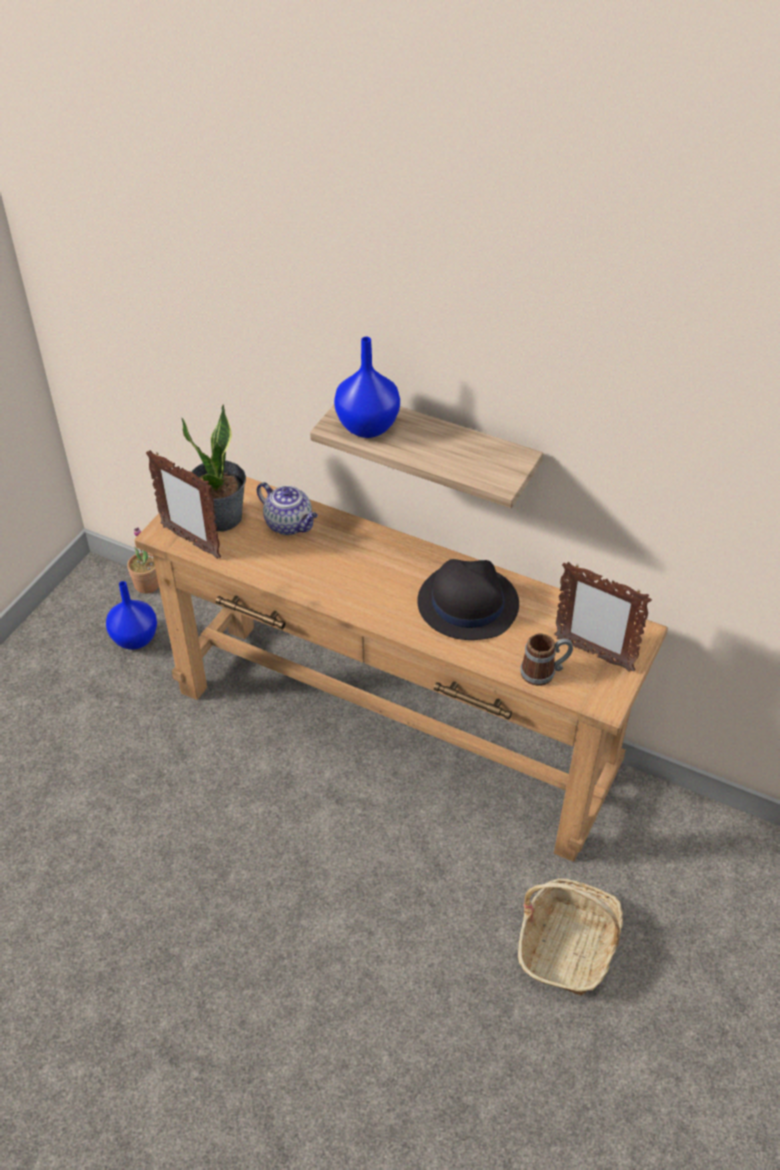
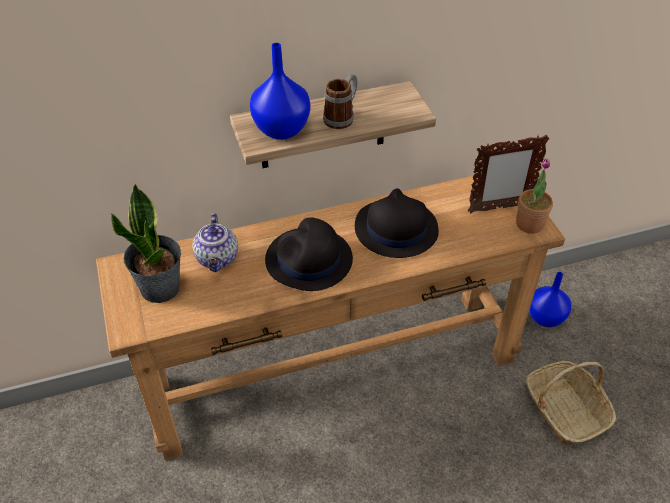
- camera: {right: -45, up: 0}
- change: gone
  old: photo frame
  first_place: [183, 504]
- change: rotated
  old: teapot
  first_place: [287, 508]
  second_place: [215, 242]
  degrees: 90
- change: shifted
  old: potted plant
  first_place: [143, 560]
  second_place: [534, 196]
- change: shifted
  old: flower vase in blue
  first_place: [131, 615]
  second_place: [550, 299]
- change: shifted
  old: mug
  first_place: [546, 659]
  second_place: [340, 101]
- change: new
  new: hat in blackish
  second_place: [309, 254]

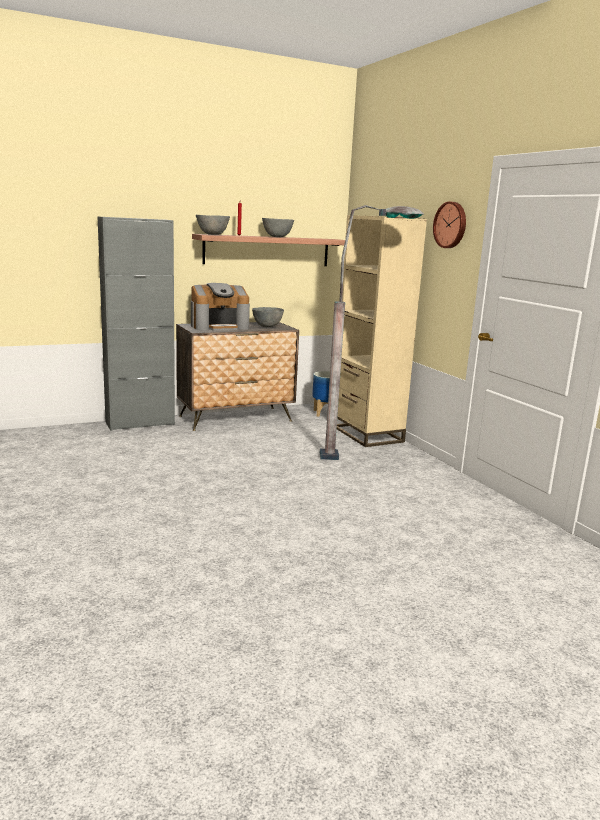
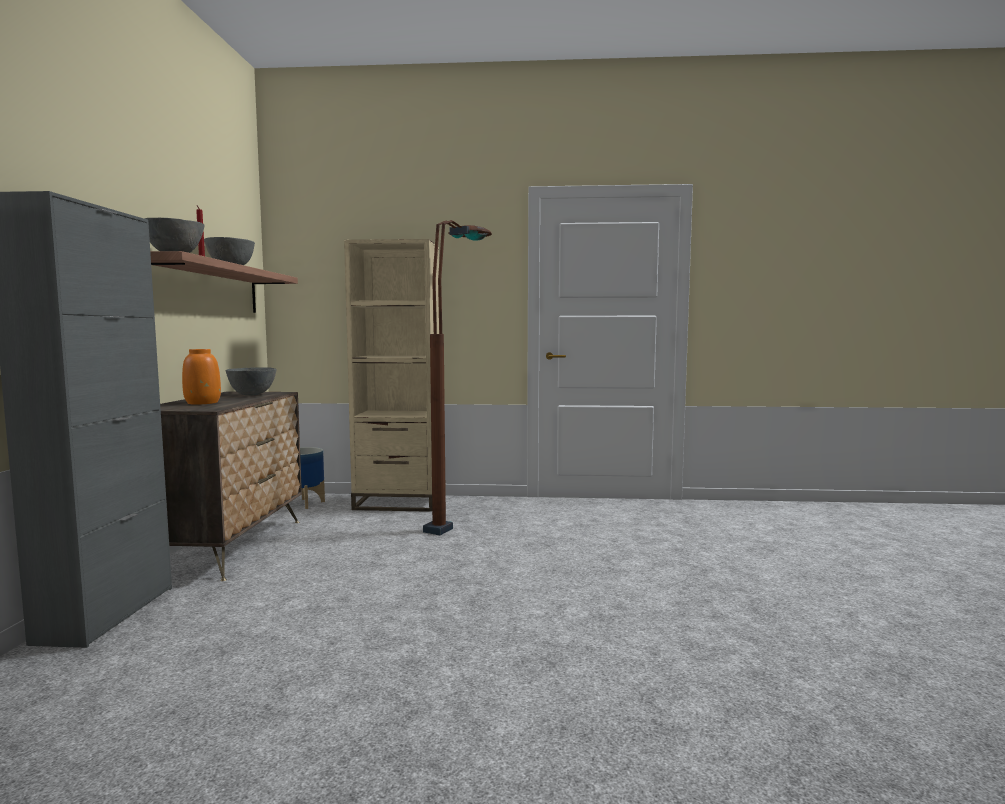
- camera: {right: -60, up: -10}
- change: gone
  old: wall clock
  first_place: [449, 224]
- change: repainted
  old: standing lamp in grey
  new: standing lamp in brownish
  first_place: [372, 332]
  second_place: [457, 378]
- change: swapped
  old: coffee maker
  new: flower vase in orange
  first_place: [220, 307]
  second_place: [201, 377]

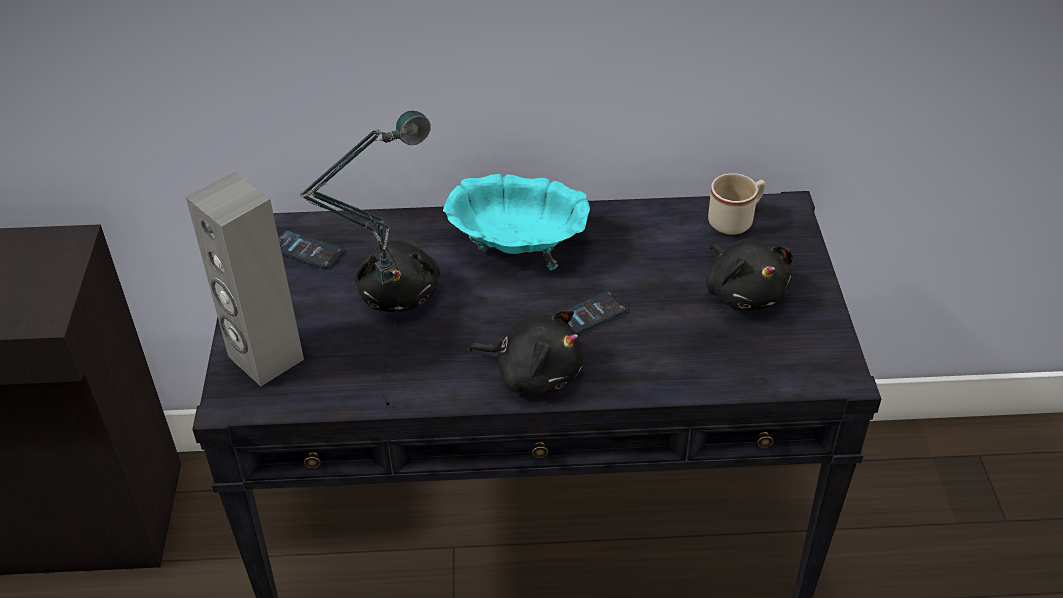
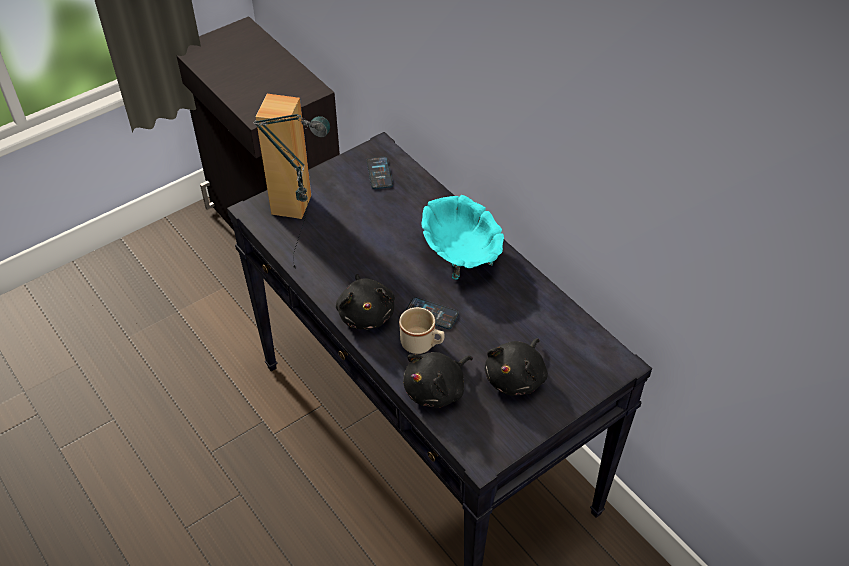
- camera: {right: 55, up: 5}
- change: repainted
  old: audio speaker in grey
  new: audio speaker in brownish
  first_place: [245, 279]
  second_place: [283, 156]
- change: shifted
  old: mug in beige
  first_place: [736, 204]
  second_place: [422, 330]
- change: shifted
  old: soft toy in blackish
  first_place: [397, 276]
  second_place: [438, 380]

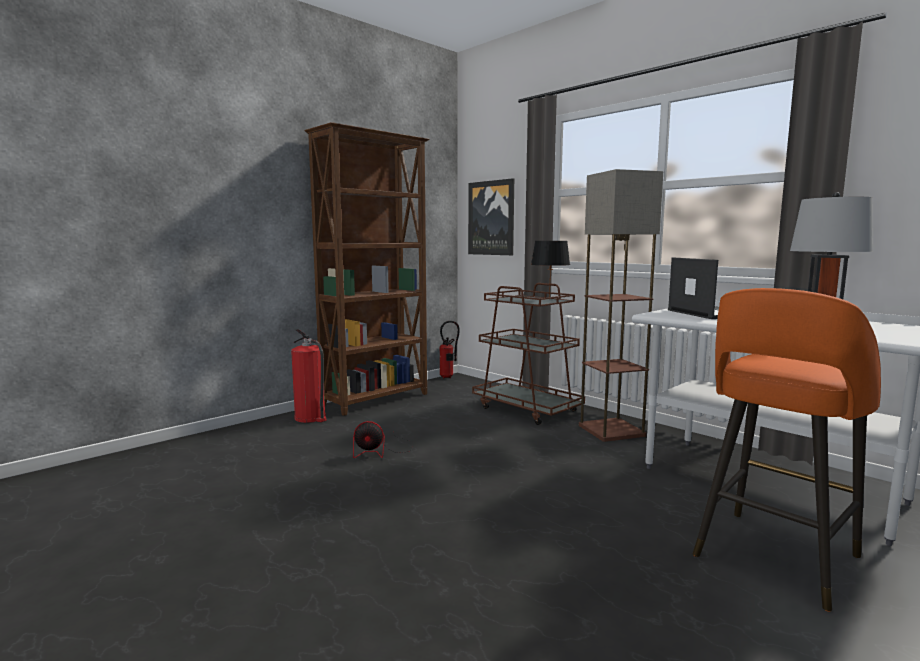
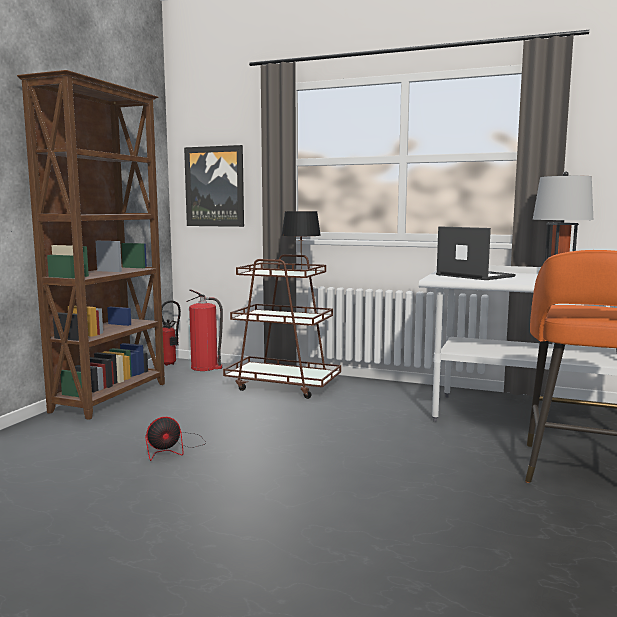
- camera: {right: -25, up: 0}
- change: gone
  old: standing lamp
  first_place: [621, 305]
- change: shifted
  old: fire-fighting cylinder
  first_place: [308, 376]
  second_place: [205, 330]

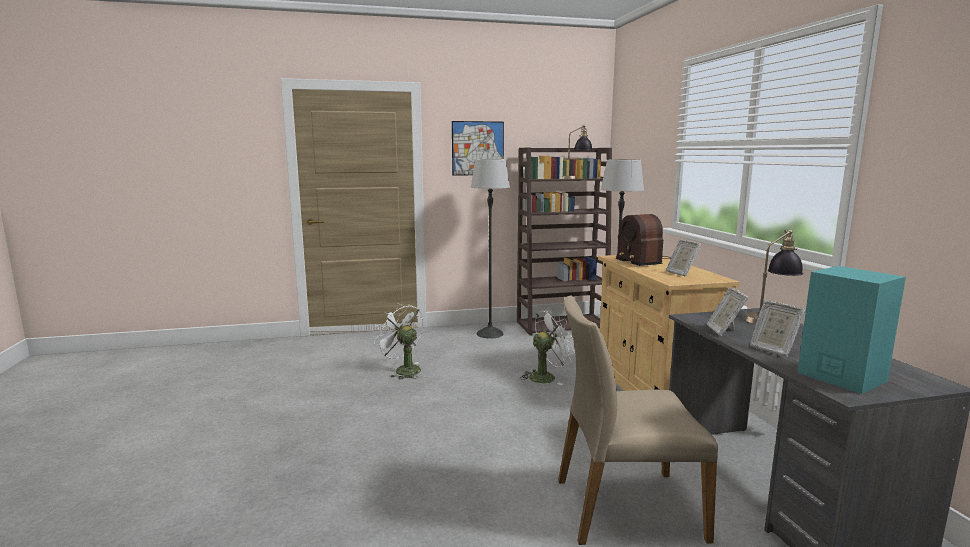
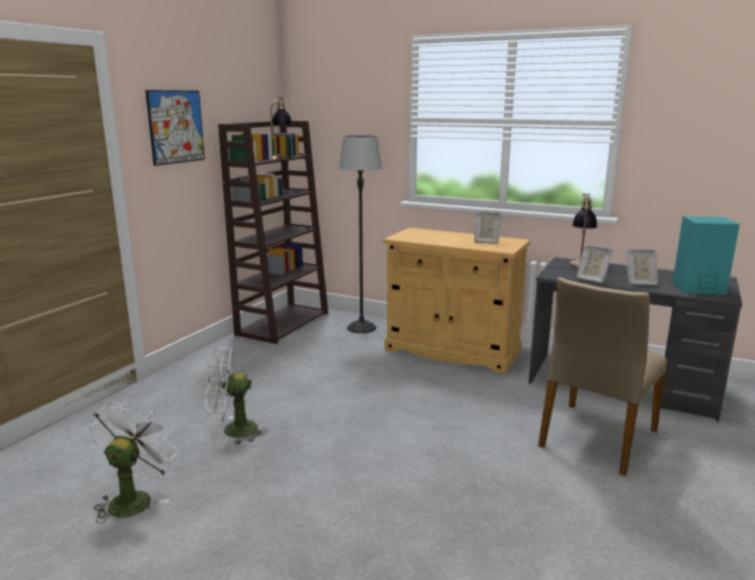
- camera: {right: -50, up: 5}
- change: gone
  old: standing lamp
  first_place: [490, 249]
- change: gone
  old: radio set
  first_place: [643, 240]
- change: shifted
  old: electric fan in whitish
  first_place: [547, 347]
  second_place: [134, 461]

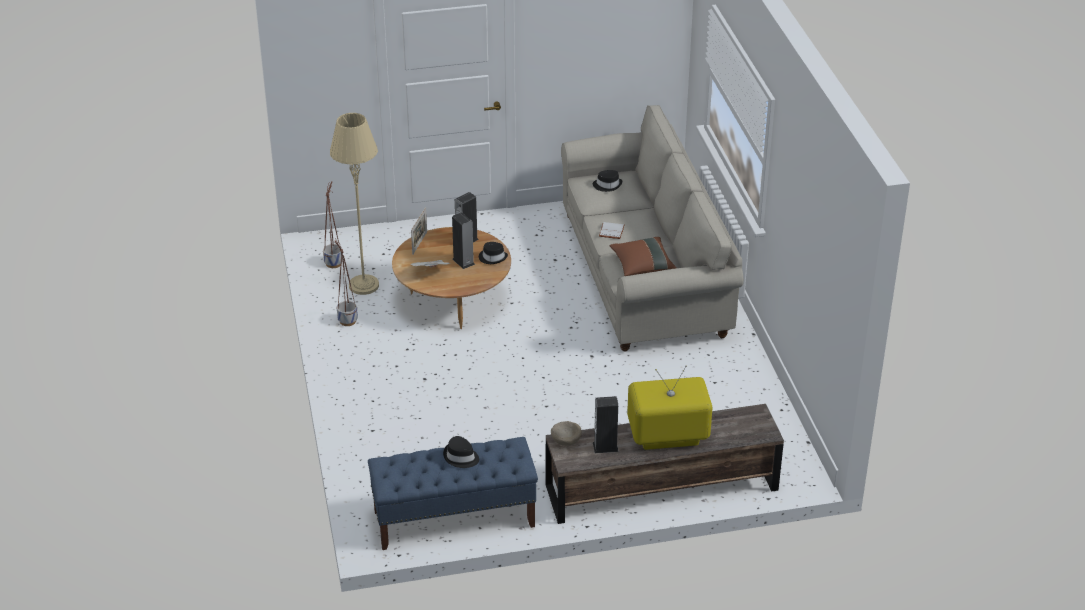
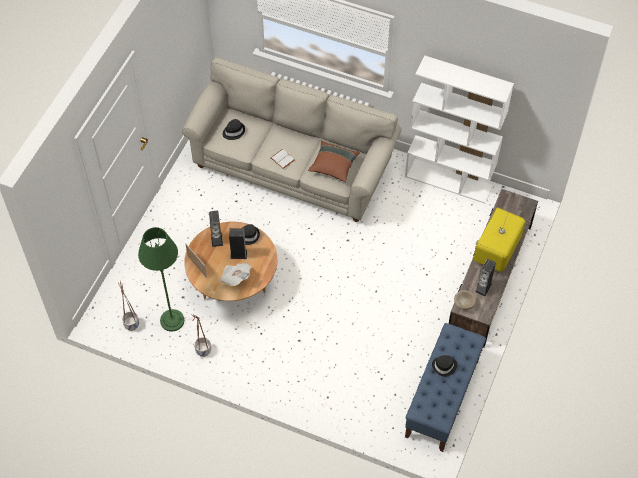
- camera: {right: -55, up: 20}
- change: repainted
  old: standing lamp in beige
  new: standing lamp in greenish
  first_place: [354, 204]
  second_place: [161, 279]
- change: new
  new: shelving unit in whitish
  second_place: [459, 129]

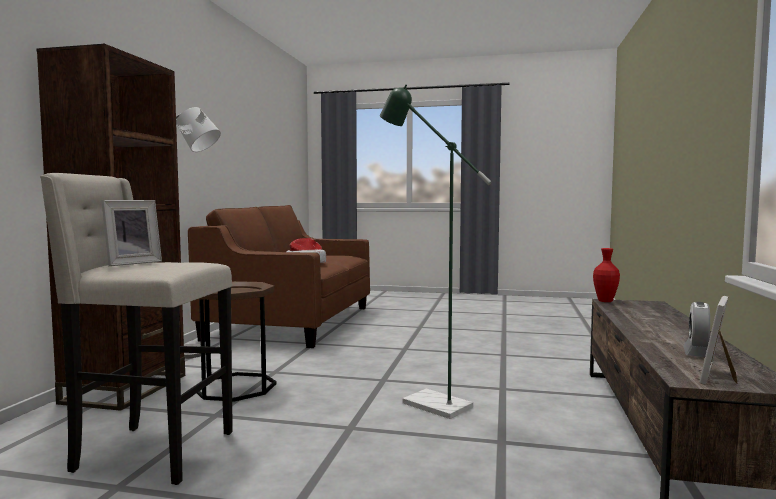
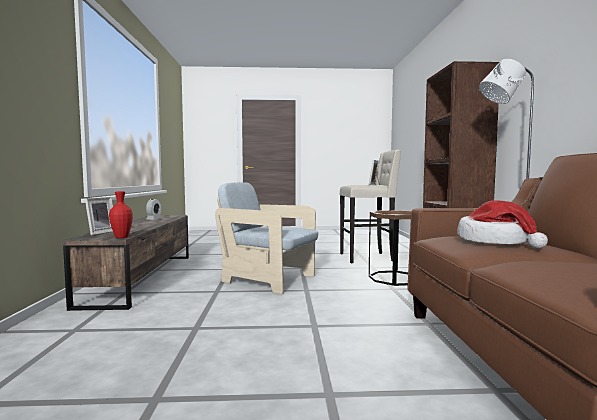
- camera: {right: 165, up: 0}
- change: swapped
  old: standing lamp in greenish
  new: easy chair in beige
  first_place: [436, 251]
  second_place: [266, 238]
- change: shifted
  old: photo frame
  first_place: [718, 340]
  second_place: [99, 216]

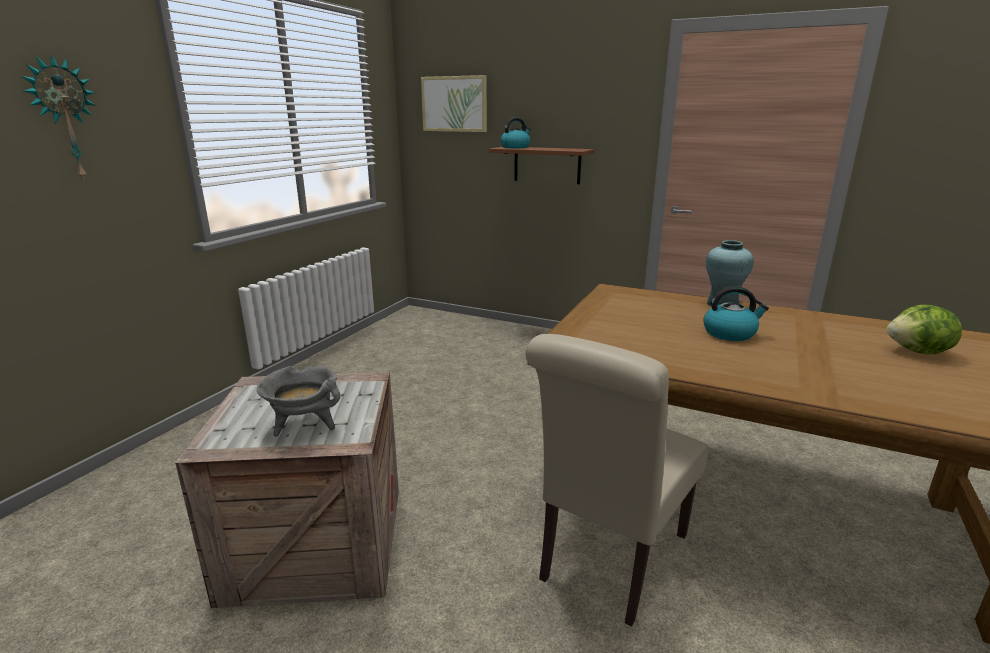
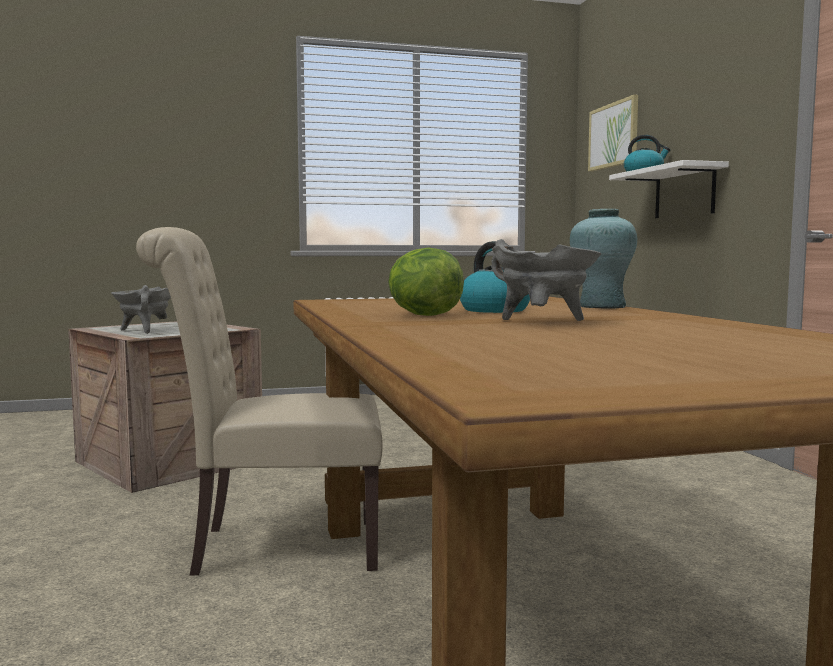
- camera: {right: 50, up: -15}
- change: gone
  old: wall clock
  first_place: [58, 117]
- change: repainted
  old: wall shelf in brownish
  new: wall shelf in whitish
  first_place: [541, 165]
  second_place: [669, 189]
- change: shifted
  old: lettuce head
  first_place: [924, 329]
  second_place: [426, 281]
- change: new
  new: stockpot in grey
  second_place: [546, 280]

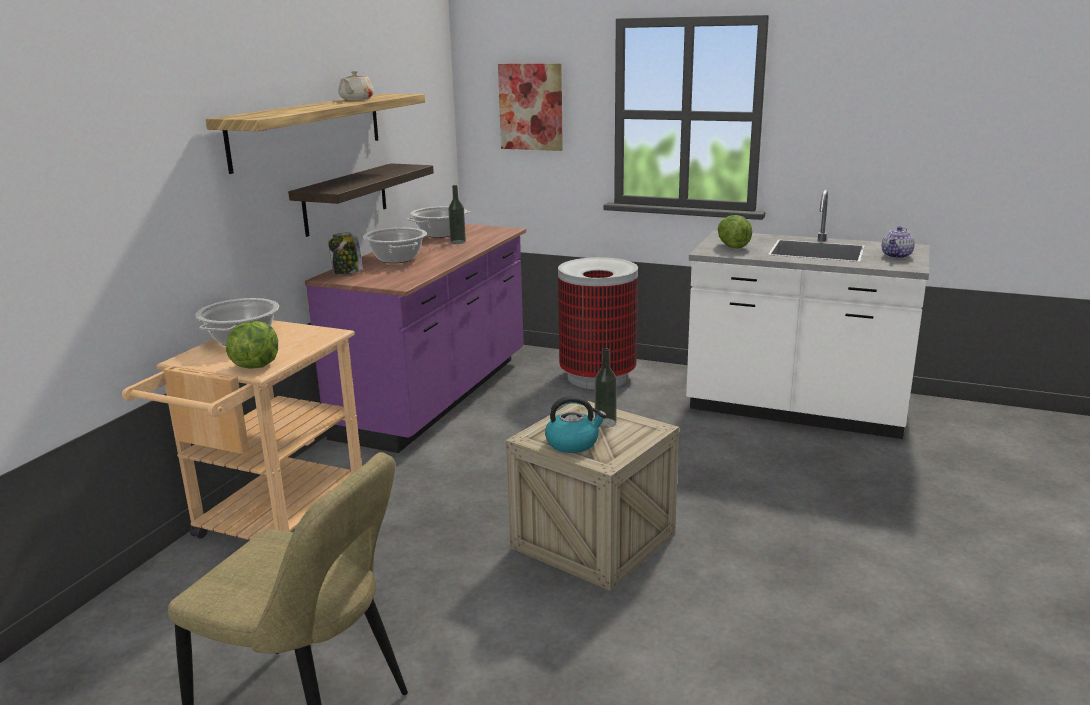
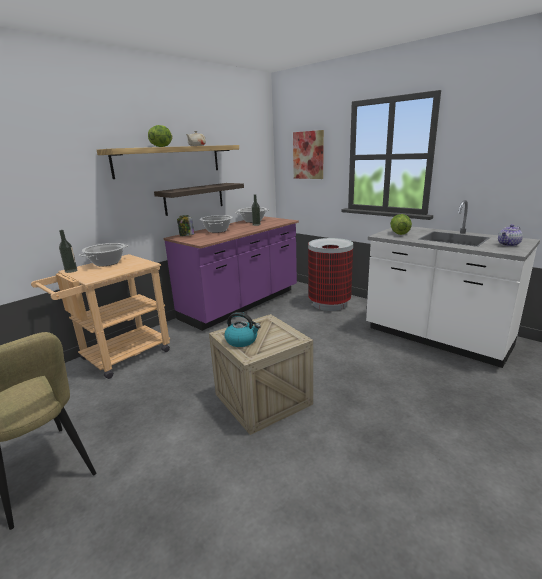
- camera: {right: 20, up: 0}
- change: shifted
  old: lettuce head
  first_place: [252, 345]
  second_place: [160, 136]
- change: shifted
  old: bottle
  first_place: [606, 388]
  second_place: [68, 251]

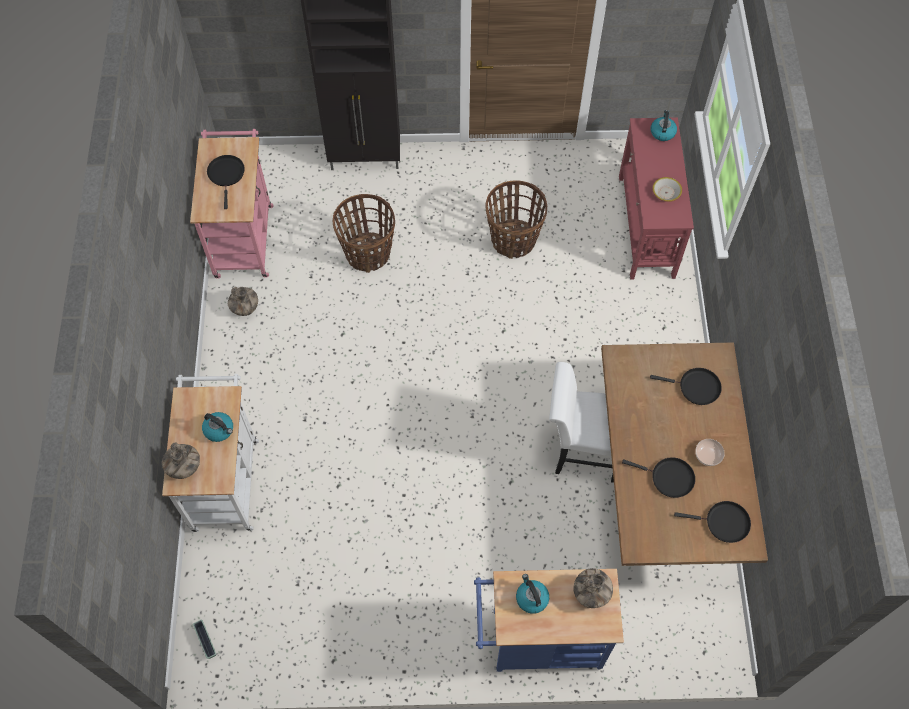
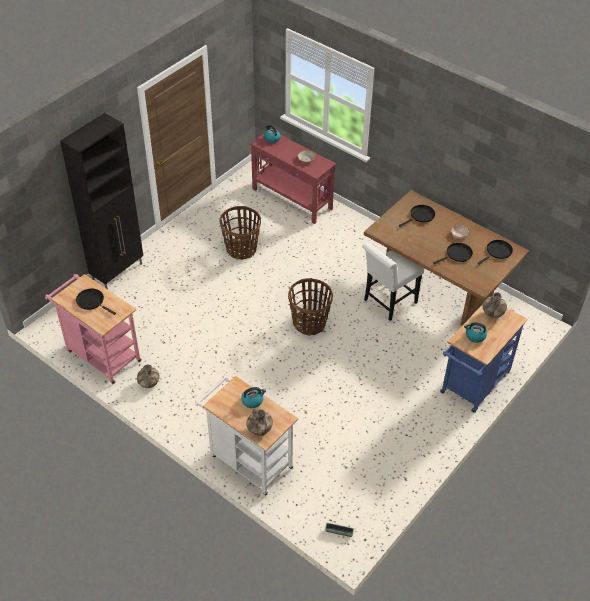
- camera: {right: -50, up: -15}
- change: shifted
  old: storage basket
  first_place: [364, 233]
  second_place: [310, 307]

